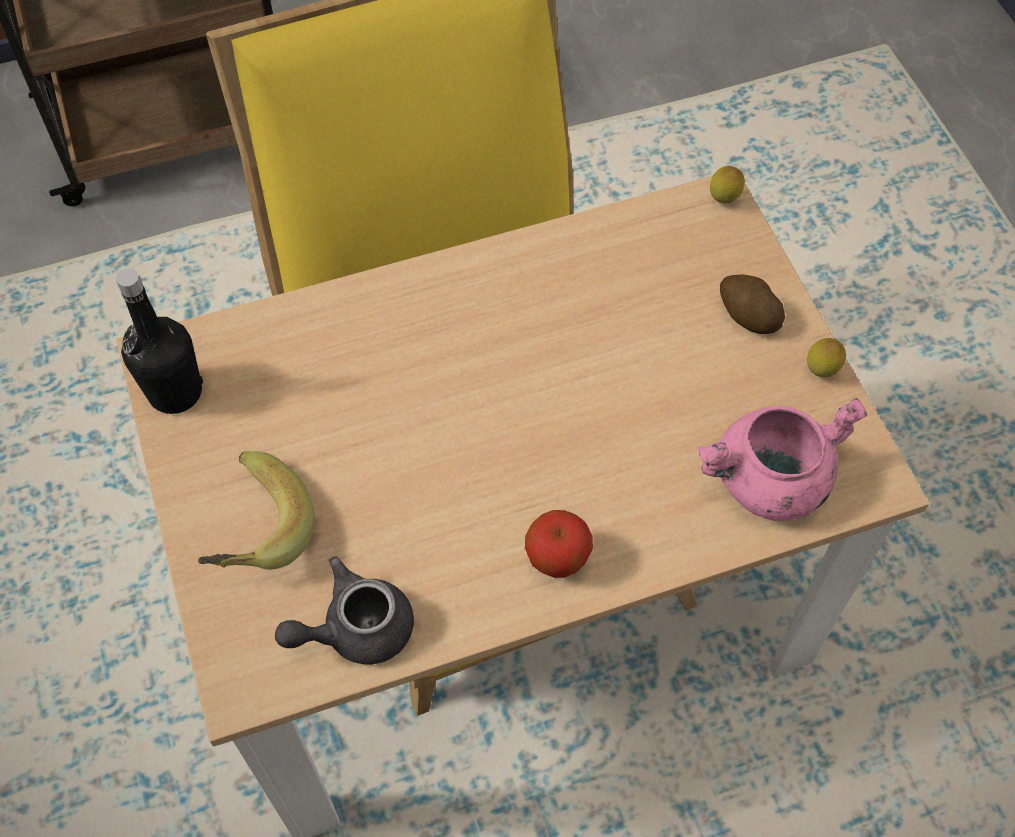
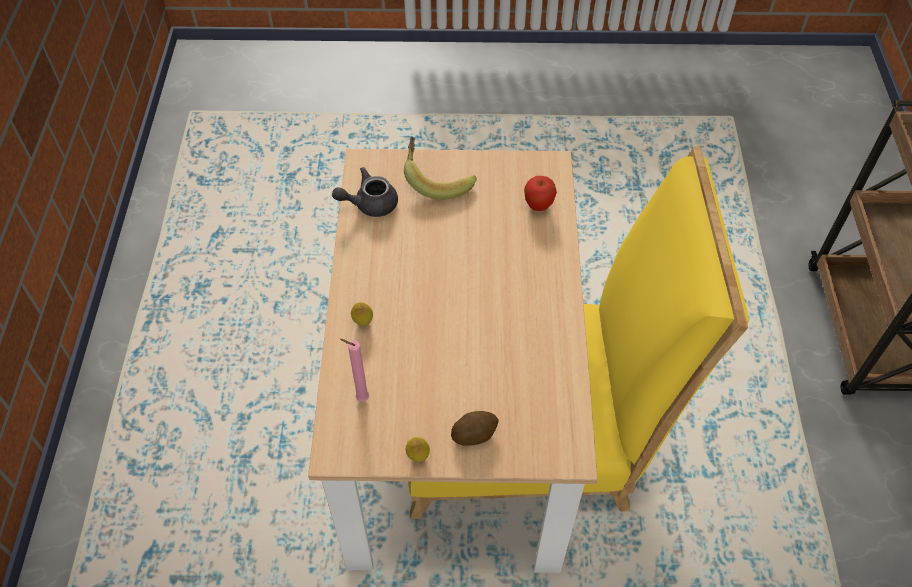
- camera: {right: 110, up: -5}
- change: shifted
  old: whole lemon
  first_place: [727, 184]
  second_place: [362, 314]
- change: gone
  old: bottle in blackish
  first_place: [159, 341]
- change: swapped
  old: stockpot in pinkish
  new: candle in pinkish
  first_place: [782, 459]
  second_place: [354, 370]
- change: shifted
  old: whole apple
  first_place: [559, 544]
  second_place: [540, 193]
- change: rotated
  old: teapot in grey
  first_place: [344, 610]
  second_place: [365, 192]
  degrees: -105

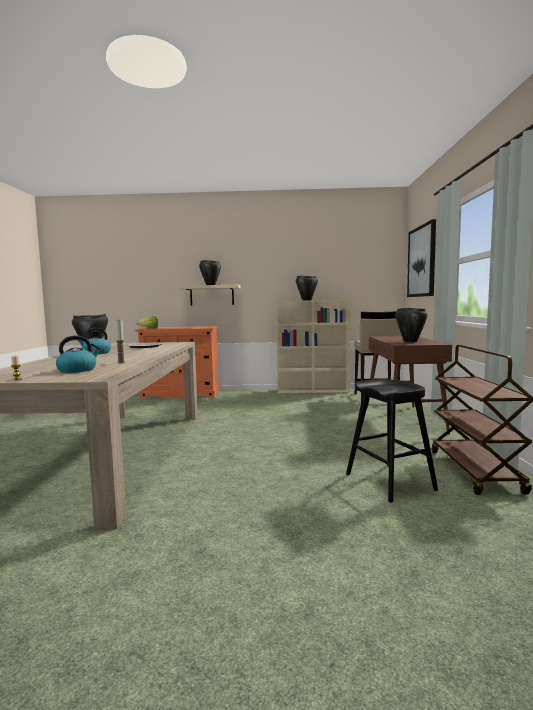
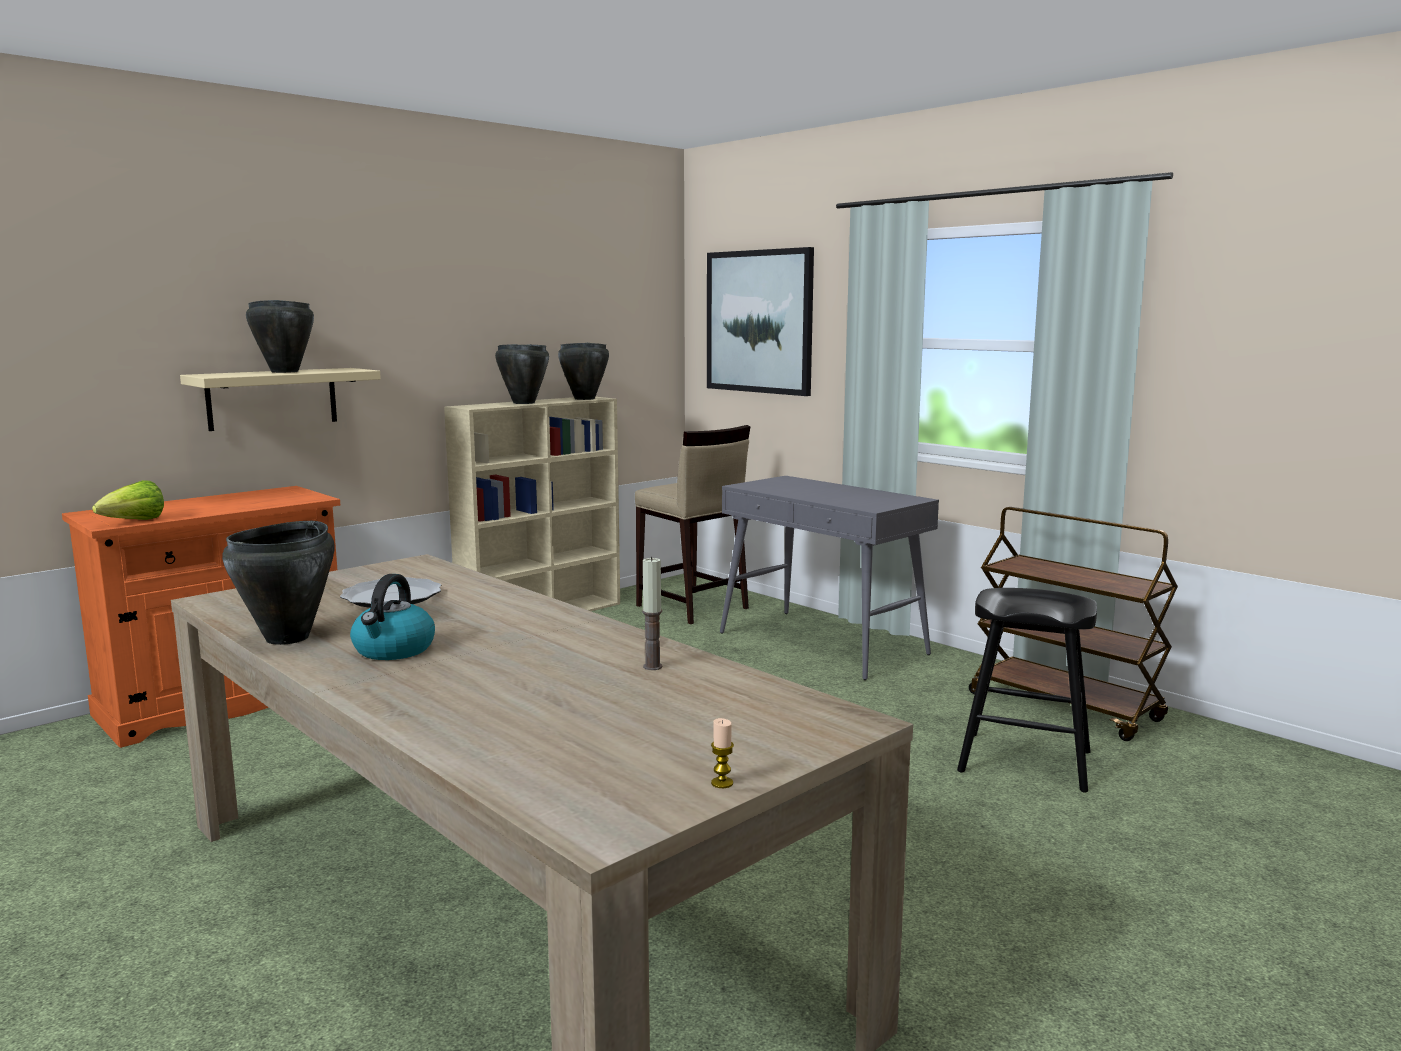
- camera: {right: -45, up: 5}
- change: shifted
  old: stockpot in blackish
  first_place: [411, 325]
  second_place: [583, 371]
- change: gone
  old: tea kettle
  first_place: [78, 354]
- change: repainted
  old: narrow table in brownish
  new: narrow table in grey
  first_place: [409, 385]
  second_place: [829, 578]

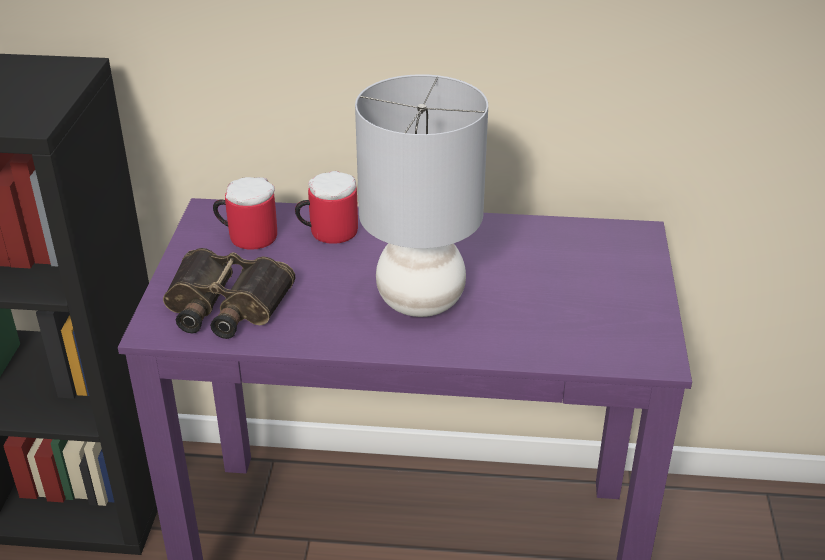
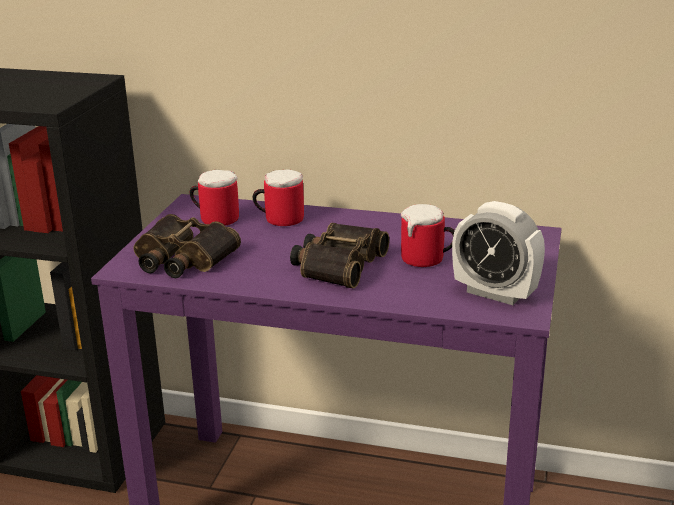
- camera: {right: 10, up: -10}
- change: swapped
  old: table lamp in grey
  new: field glasses
  first_place: [421, 195]
  second_place: [339, 255]
- change: new
  new: alarm clock
  second_place: [498, 253]
- change: new
  new: mug
  second_place: [428, 235]

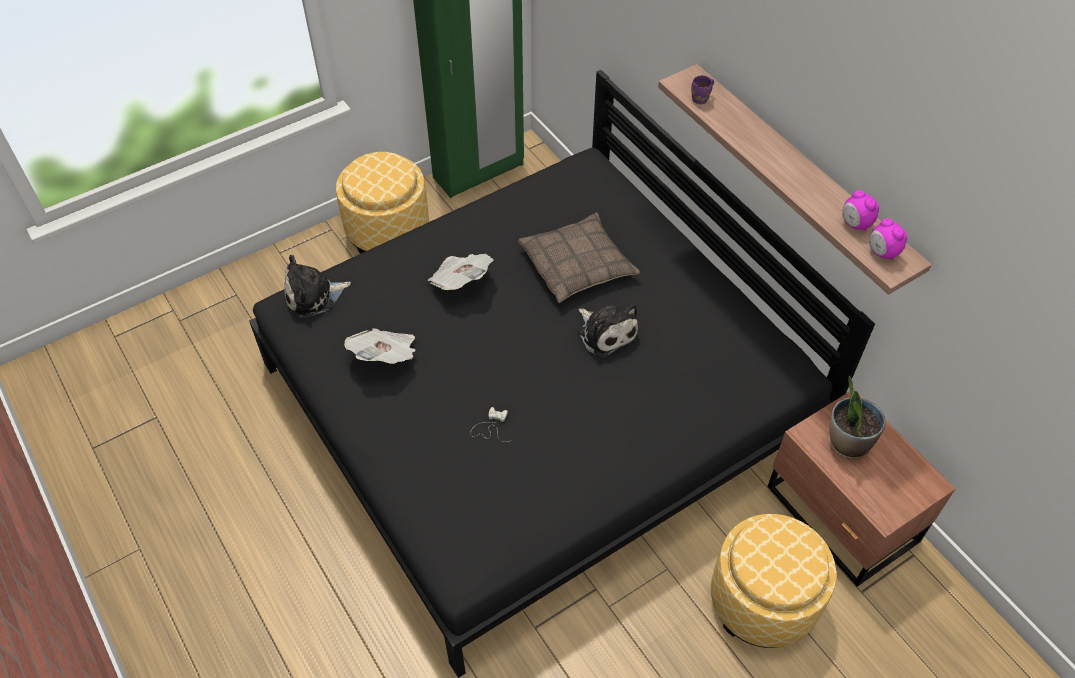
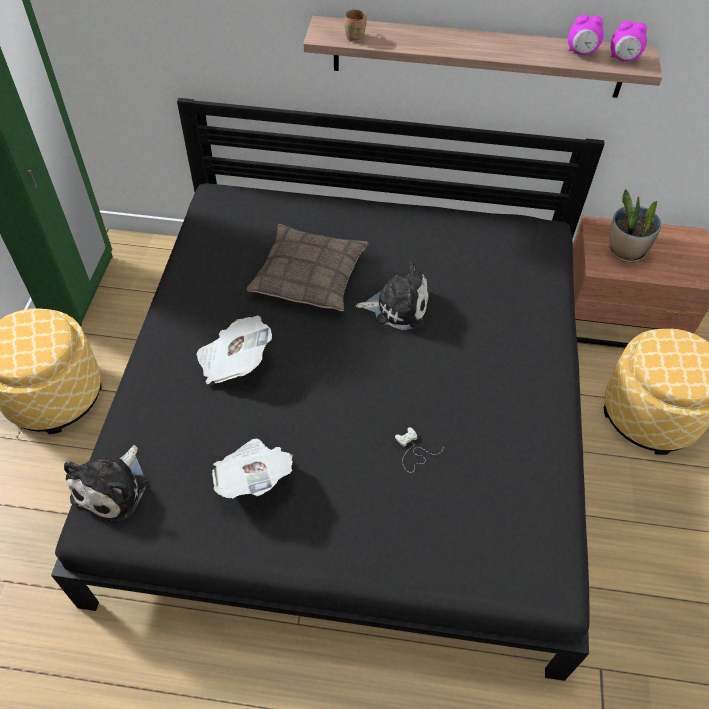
- camera: {right: -50, up: 0}
- change: repainted
  old: mug in purple-coloured
  new: mug in brownish
  first_place: [702, 89]
  second_place: [355, 25]

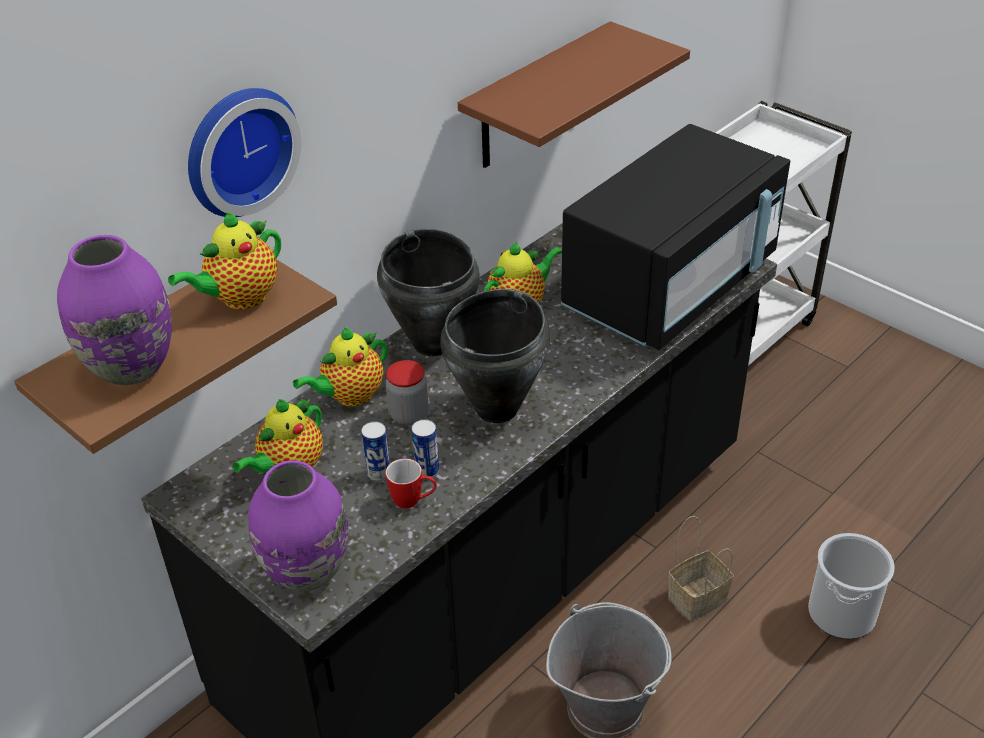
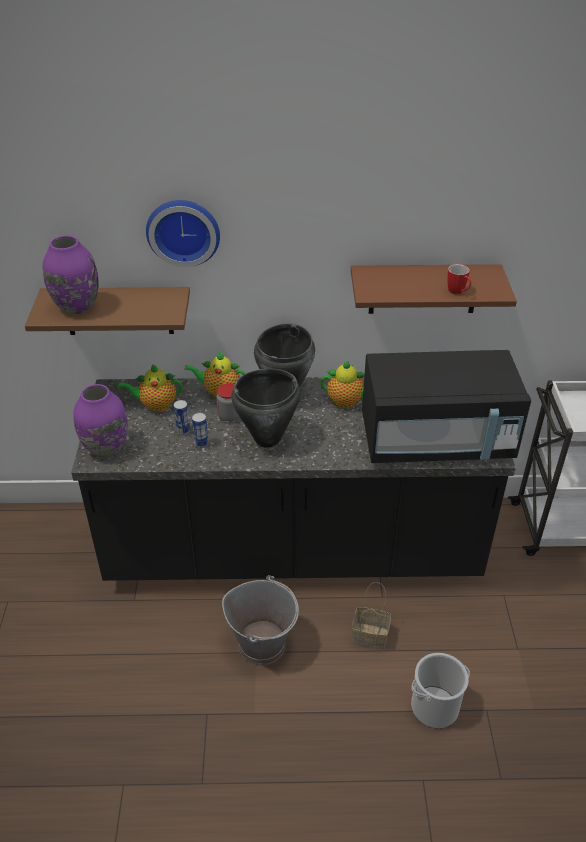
- camera: {right: 45, up: 0}
- change: gone
  old: teapot
  first_place: [224, 260]
- change: shifted
  old: mug
  first_place: [411, 483]
  second_place: [459, 279]

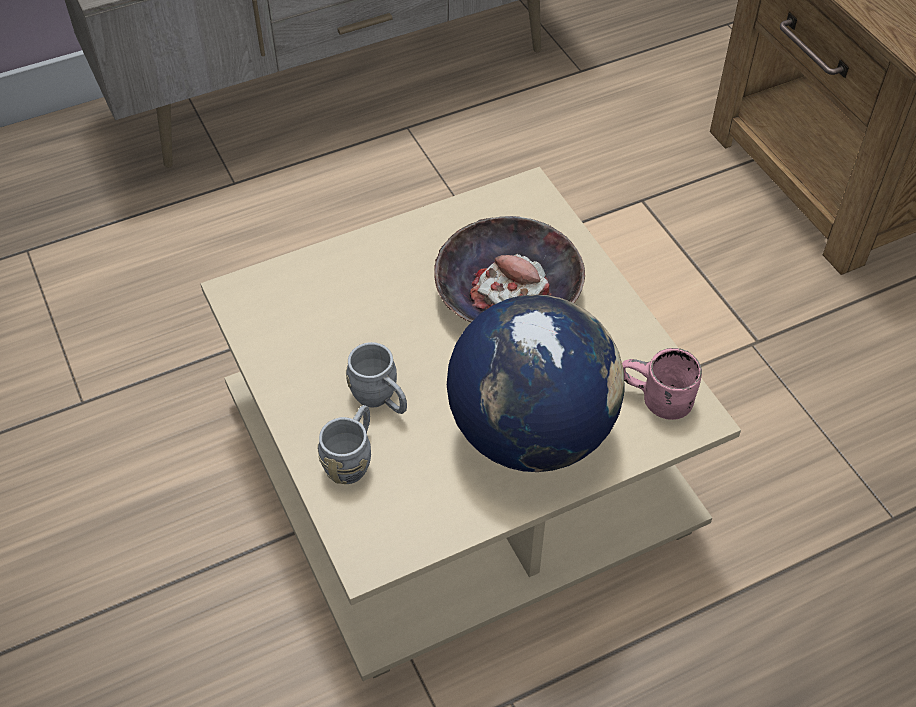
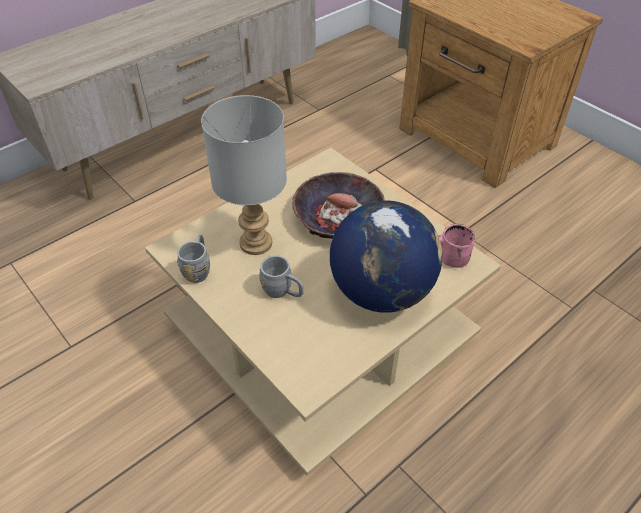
- camera: {right: -15, up: -5}
- change: shifted
  old: mug in grey
  first_place: [344, 444]
  second_place: [193, 259]
- change: new
  new: table lamp in grey
  second_place: [244, 175]

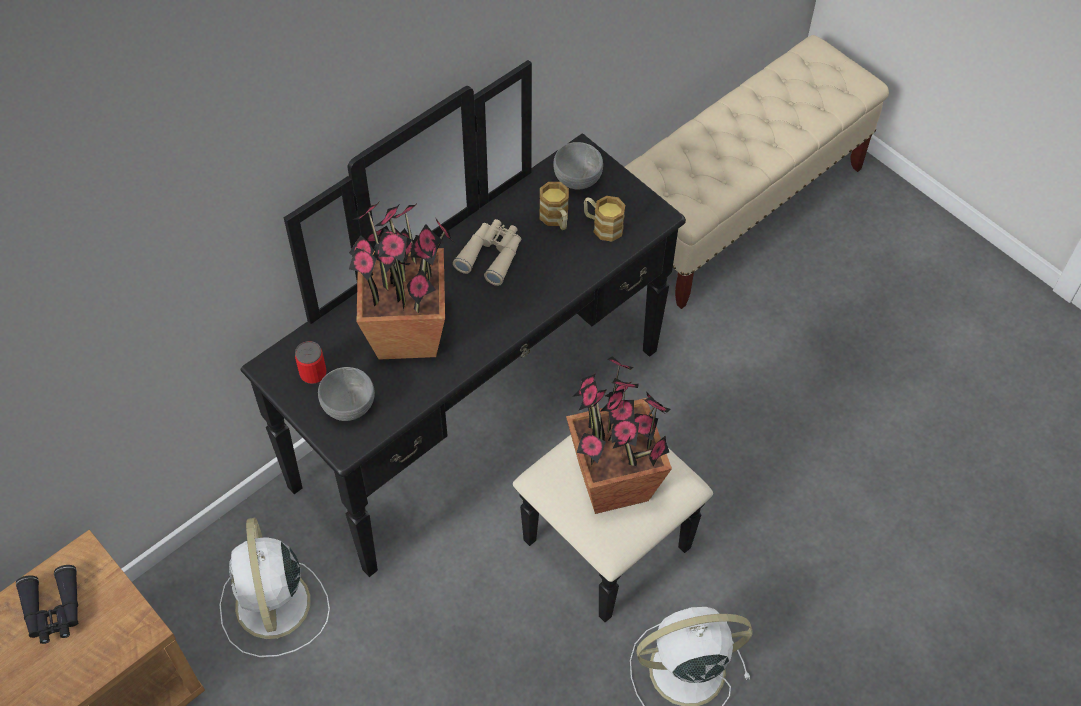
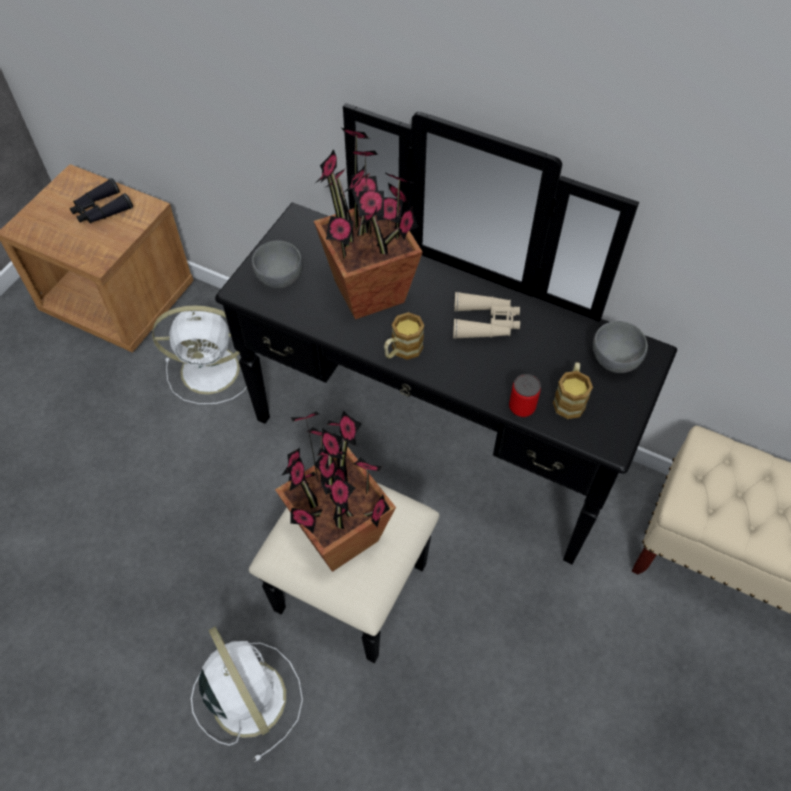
- camera: {right: 70, up: 0}
- change: shifted
  old: mug
  first_place: [554, 206]
  second_place: [404, 336]
- change: shifted
  old: metal can
  first_place: [311, 362]
  second_place: [525, 395]
- change: rotated
  old: electric fan in whitish
  first_place: [275, 587]
  second_place: [199, 355]
  degrees: -150

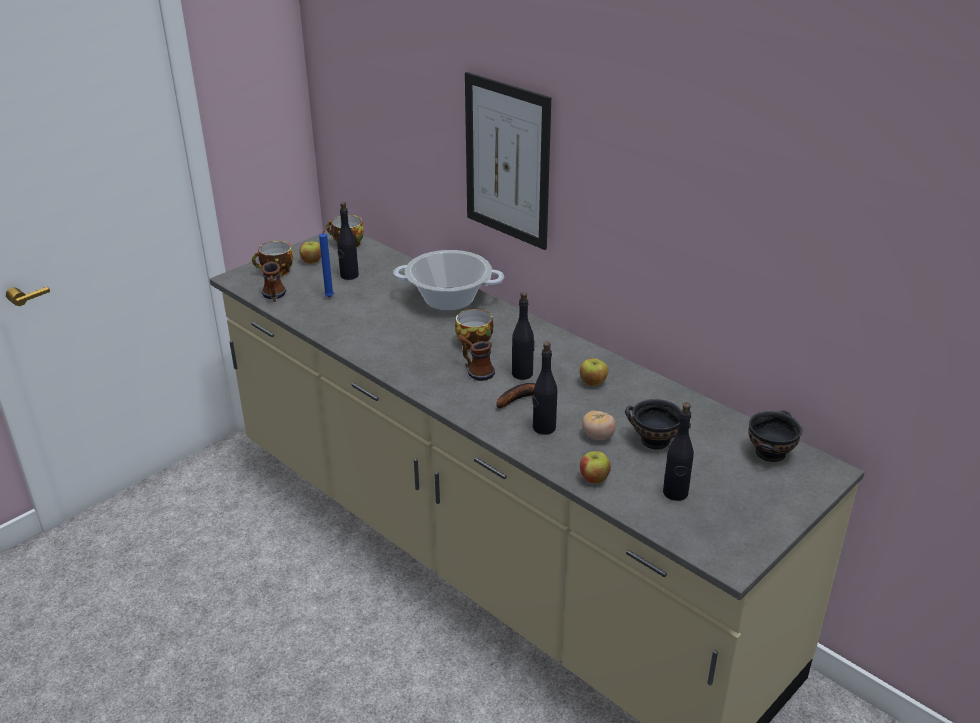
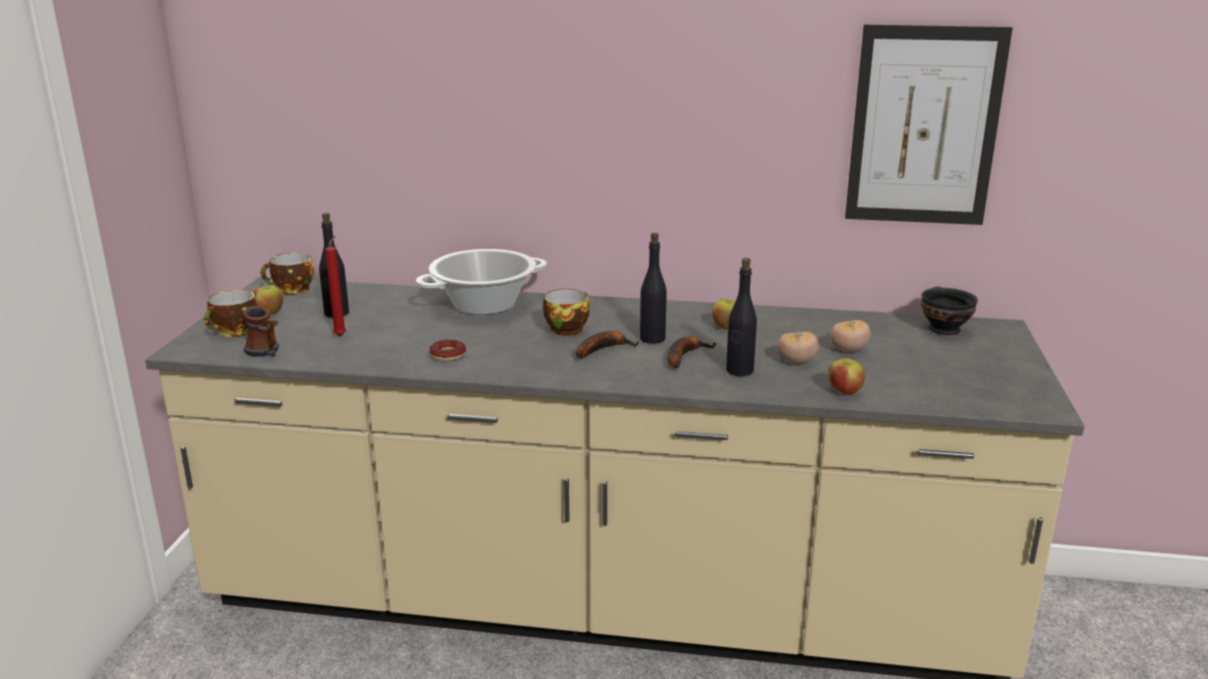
- camera: {right: -35, up: -10}
- change: shifted
  old: picture
  first_place: [508, 161]
  second_place: [928, 125]
- change: repainted
  old: candle in blue
  new: candle in reddish
  first_place: [326, 261]
  second_place: [335, 285]
- change: swapped
  old: mug
  new: banana
  first_place: [476, 357]
  second_place: [607, 344]
- change: swapped
  old: serving bowl in blackish
  new: whole tomato
  first_place: [658, 424]
  second_place: [850, 336]
- change: gone
  old: bottle in blackish
  first_place: [678, 452]
- change: new
  new: doughnut
  second_place: [447, 350]

